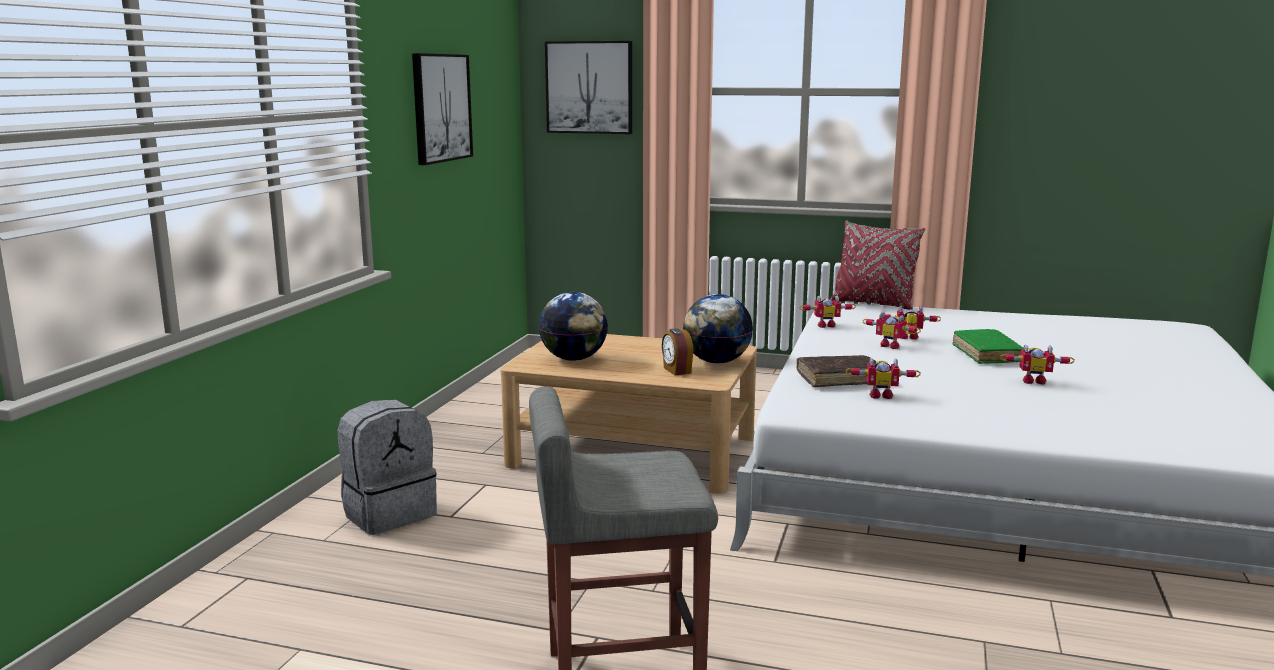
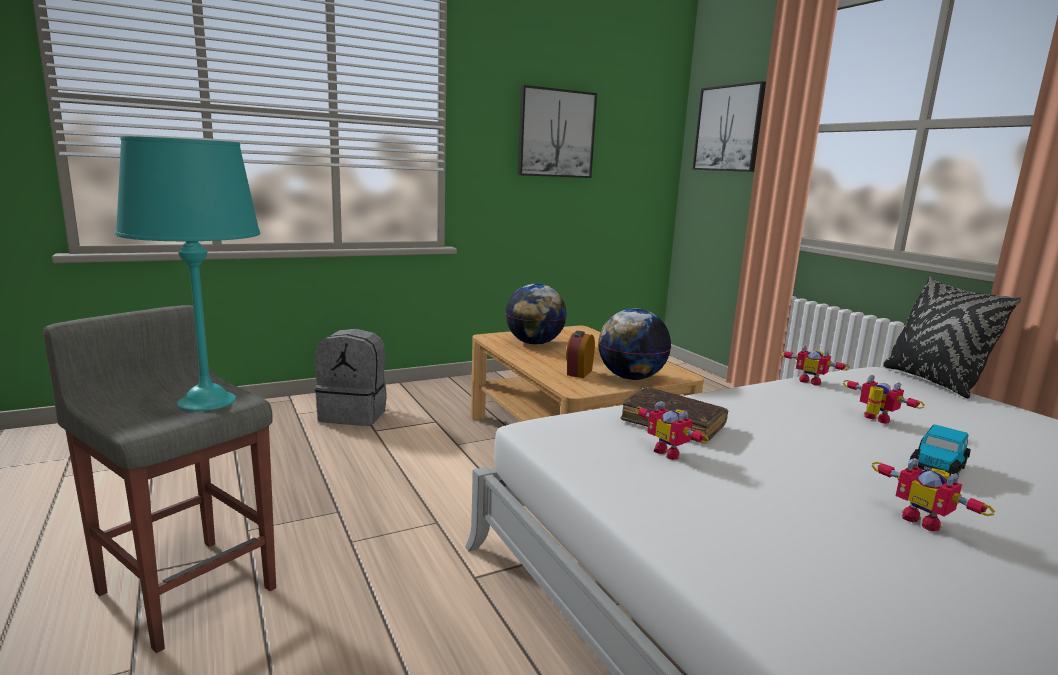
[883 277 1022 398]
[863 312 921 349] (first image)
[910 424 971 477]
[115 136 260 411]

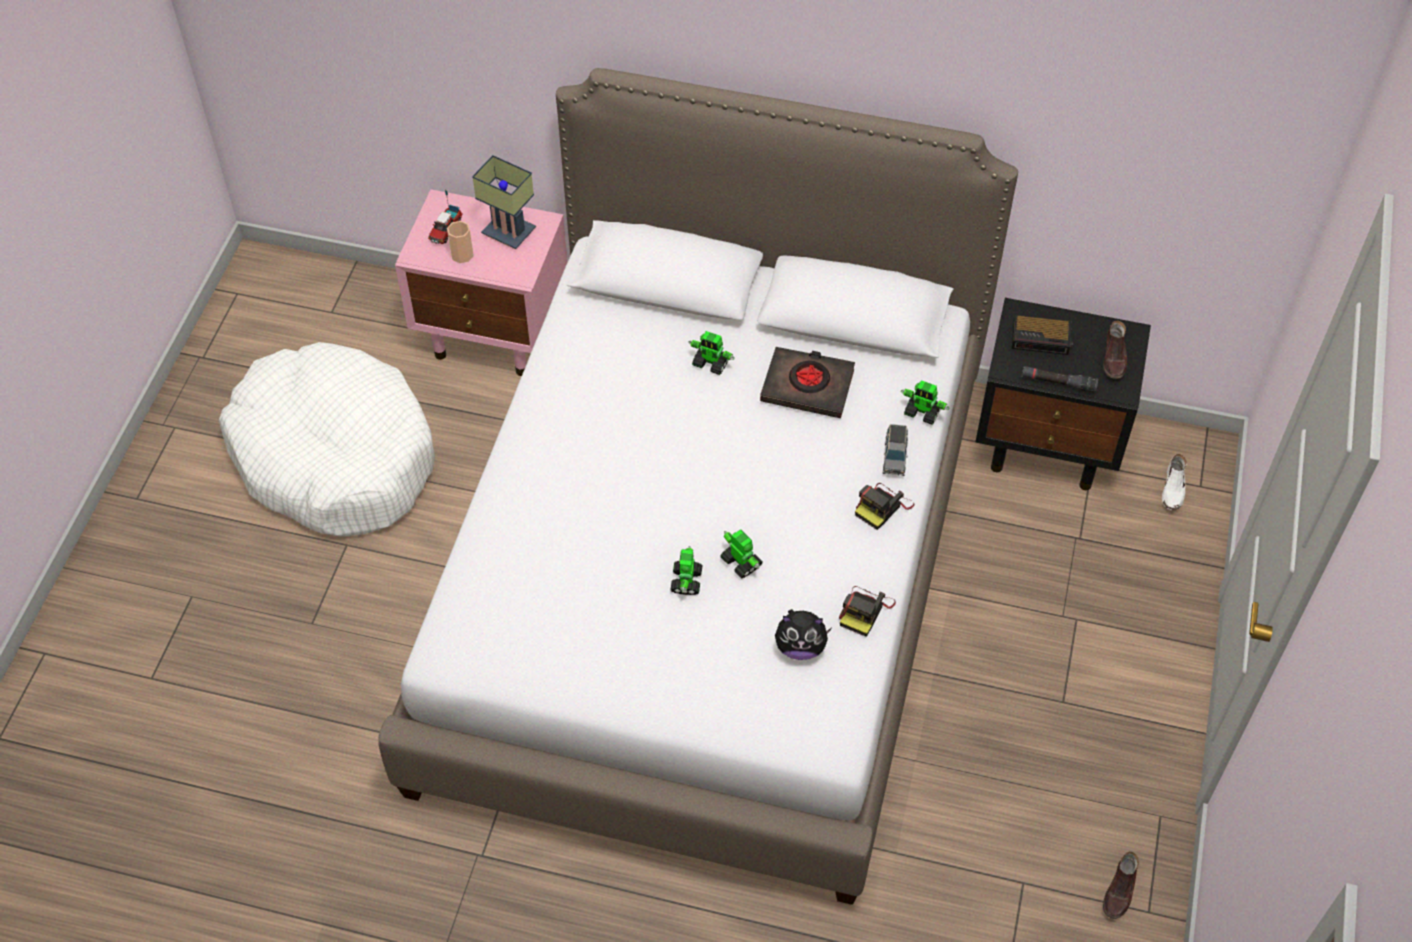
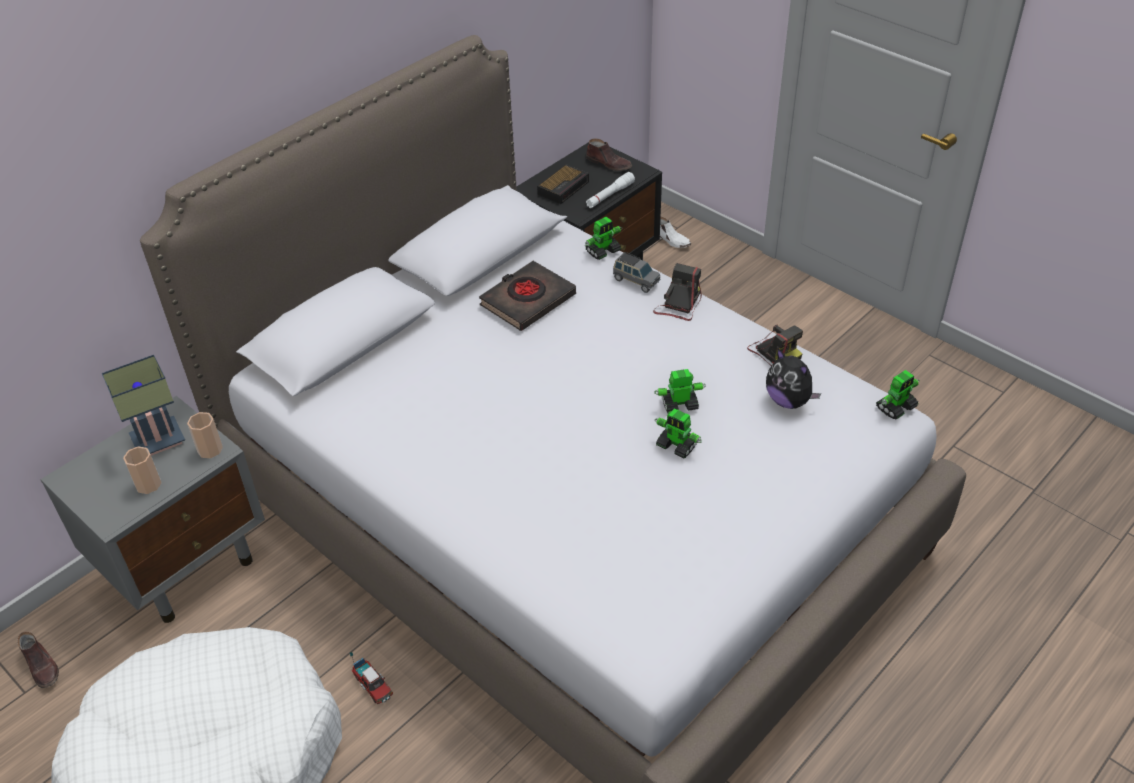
[40 396 265 623]
[350 652 393 704]
[876 370 920 419]
[766 349 821 409]
[653 263 702 321]
[586 172 635 208]
[17 632 59 688]
[187 412 223 458]

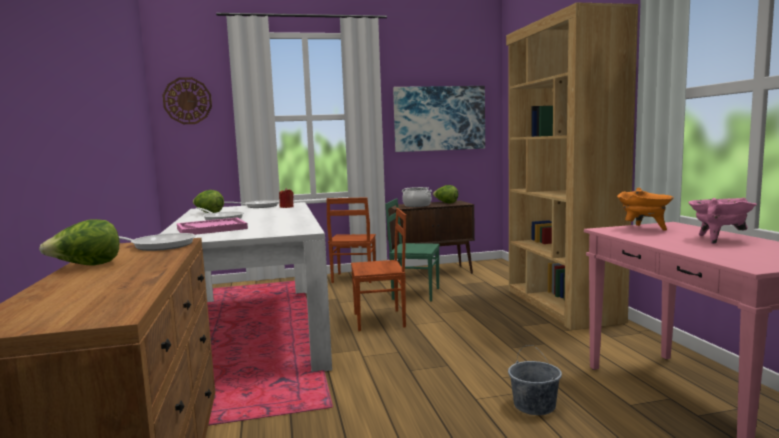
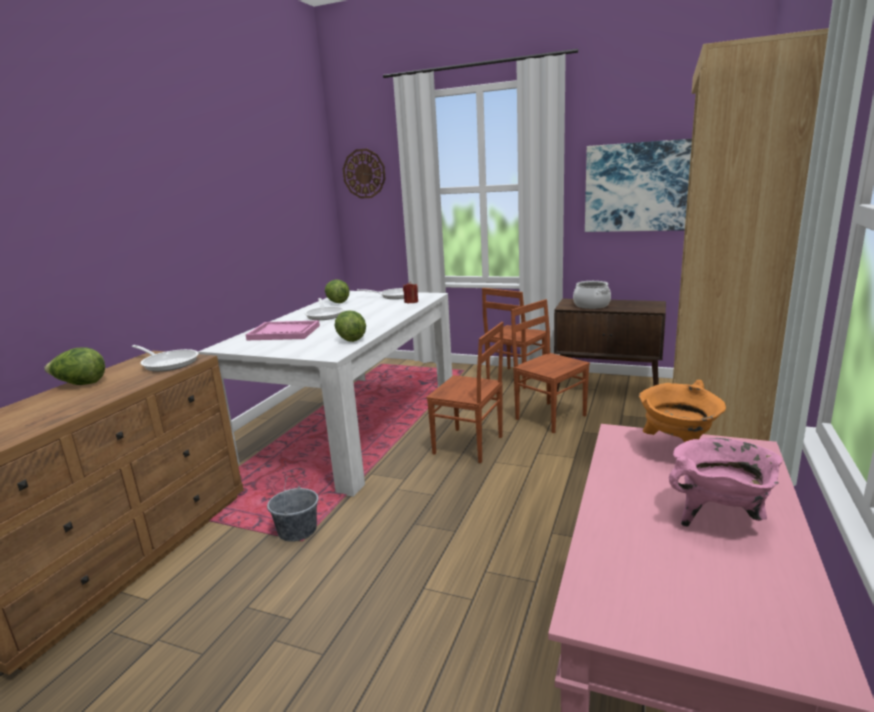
[511 299 590 433]
[335 310 366 342]
[267 476 319 542]

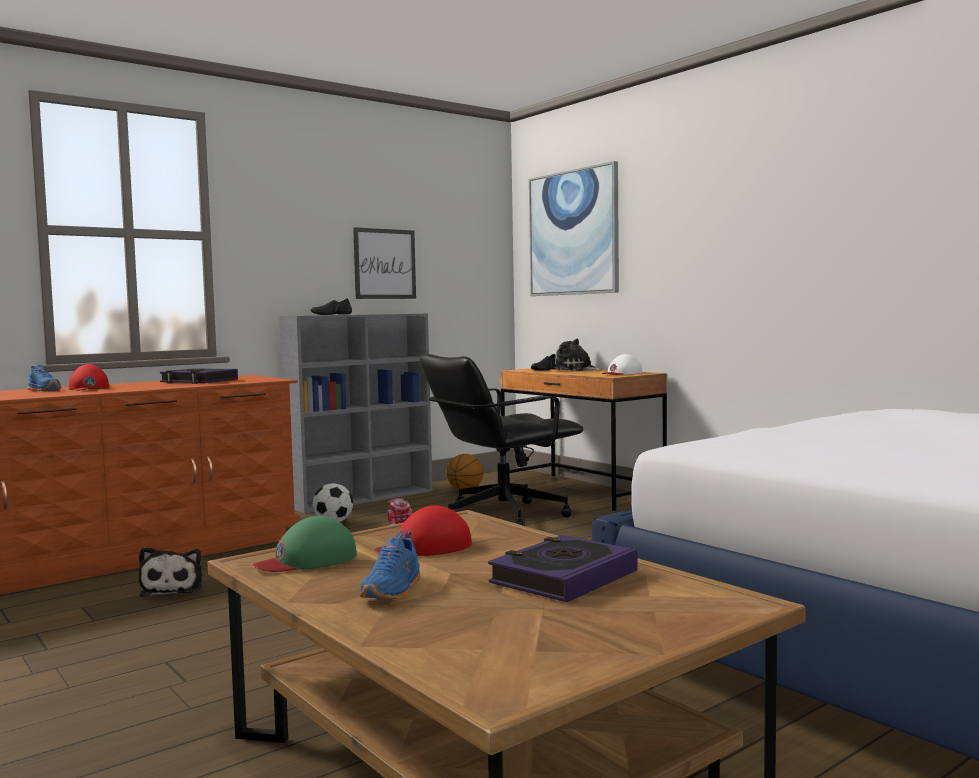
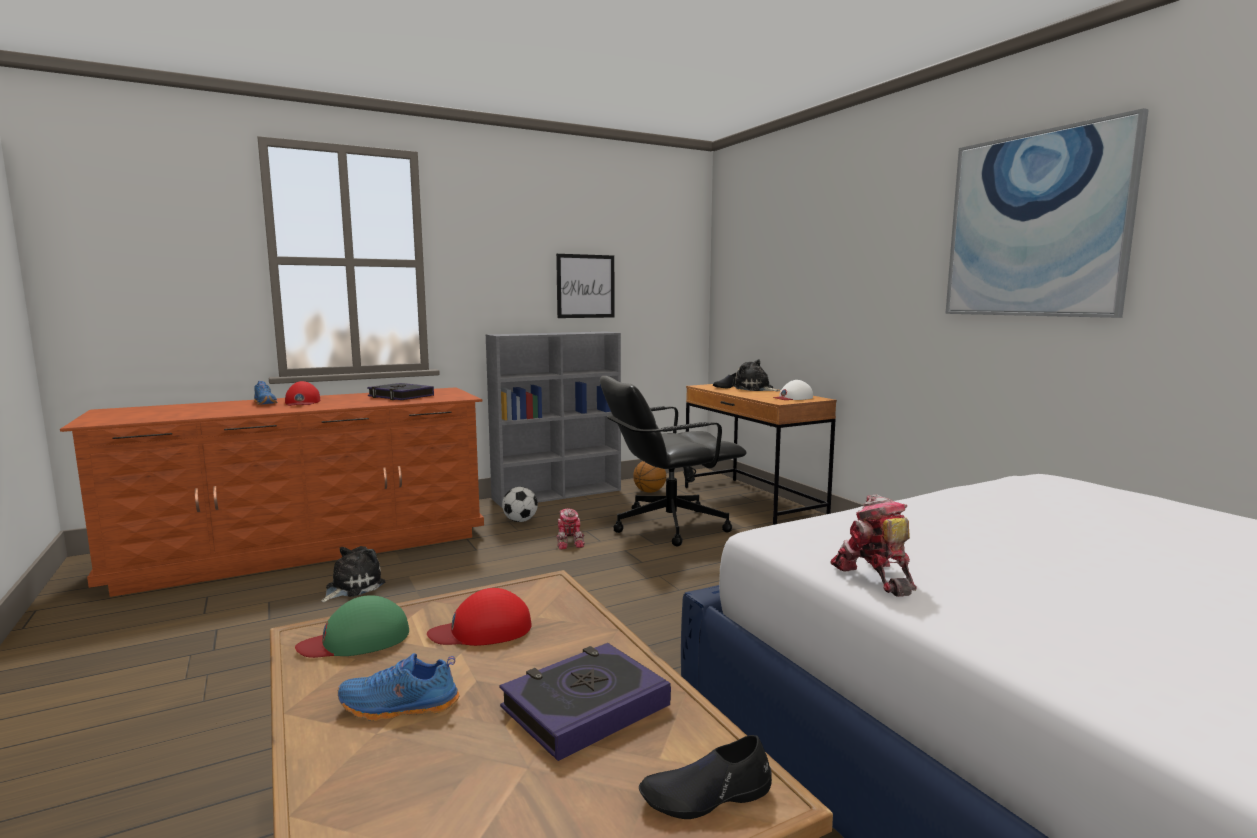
[321 546 385 602]
[639 735 772 819]
[338 653 460 721]
[945 108 1149 318]
[830 494 916 597]

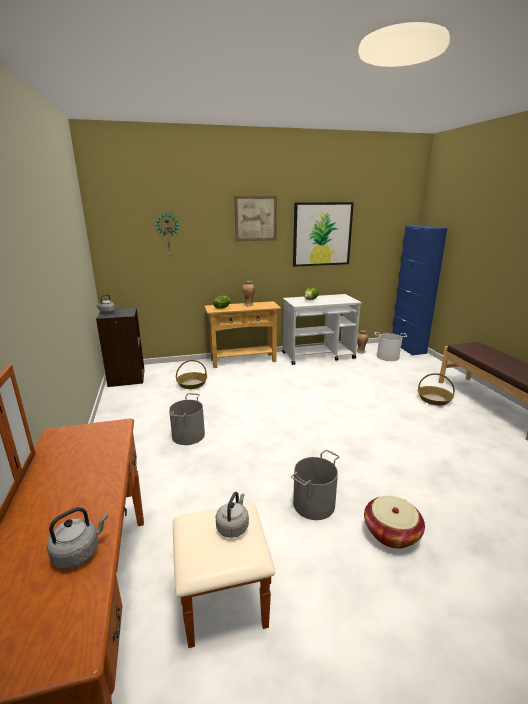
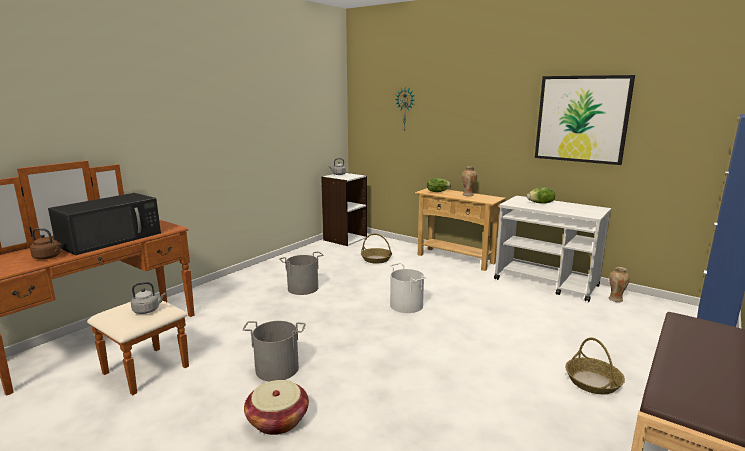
[30 228 62 259]
[321 173 367 246]
[234 196 277 241] (first image)
[390 263 426 313]
[48 193 161 255]

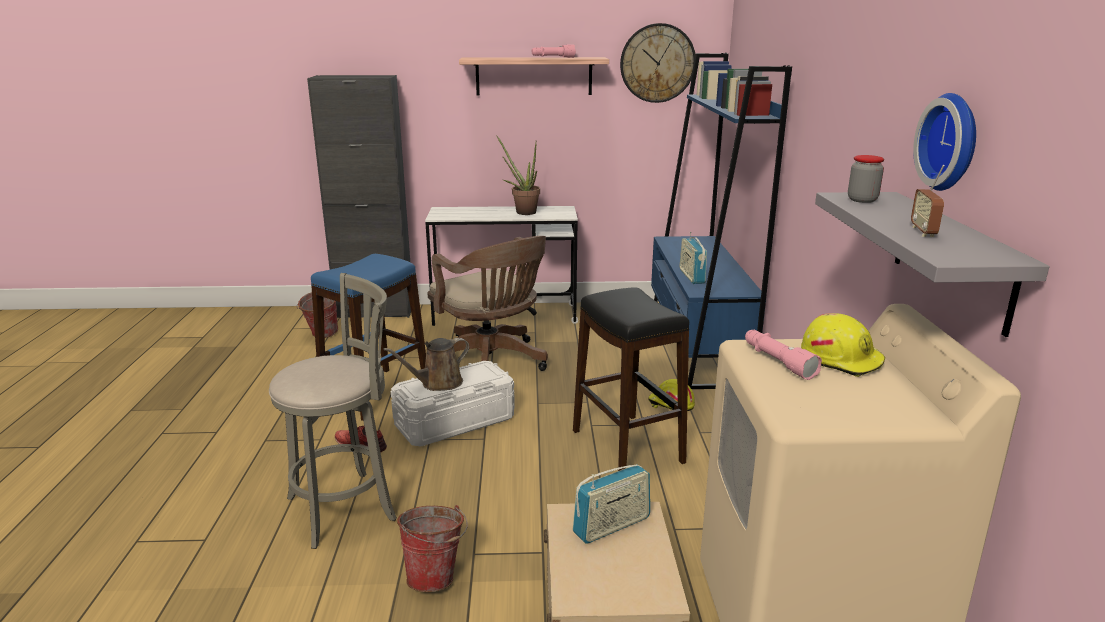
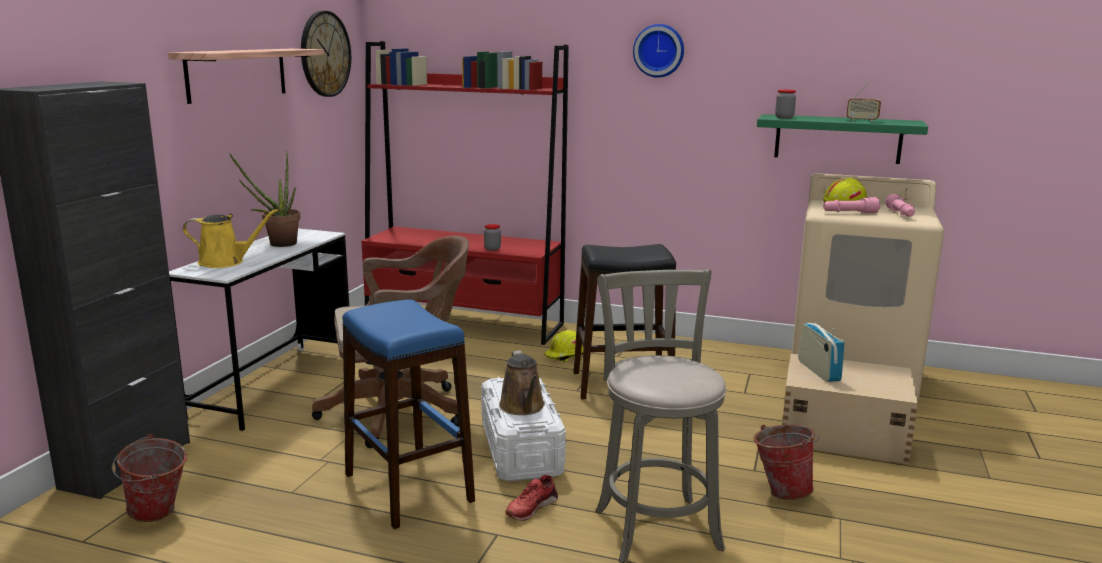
[885 194 915 217]
[361 41 569 345]
[484 224 501 251]
[757 114 928 164]
[633 24 684 78]
[183 209 278 268]

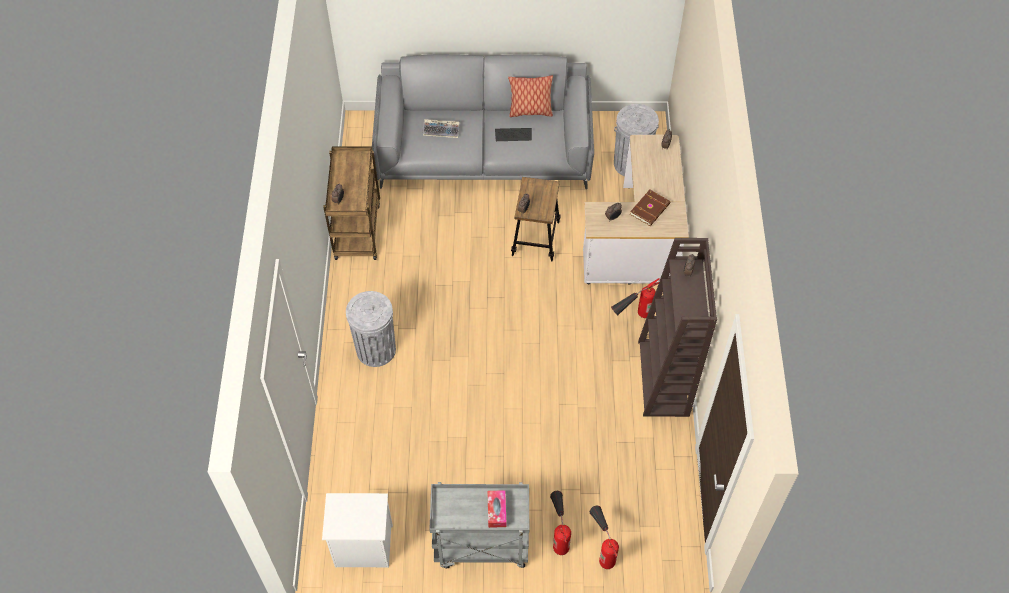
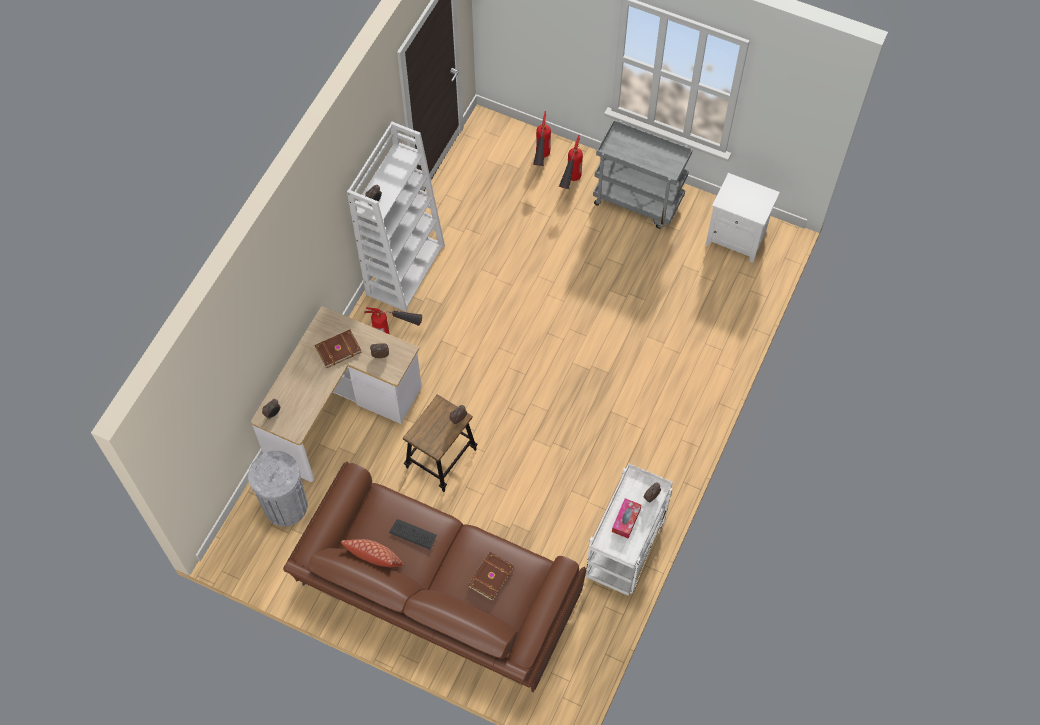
[586 463 673 596]
[346 291 396 367] (first image)
[283 462 586 693]
[468 552 514 601]
[612 498 641 539]
[347 121 445 312]

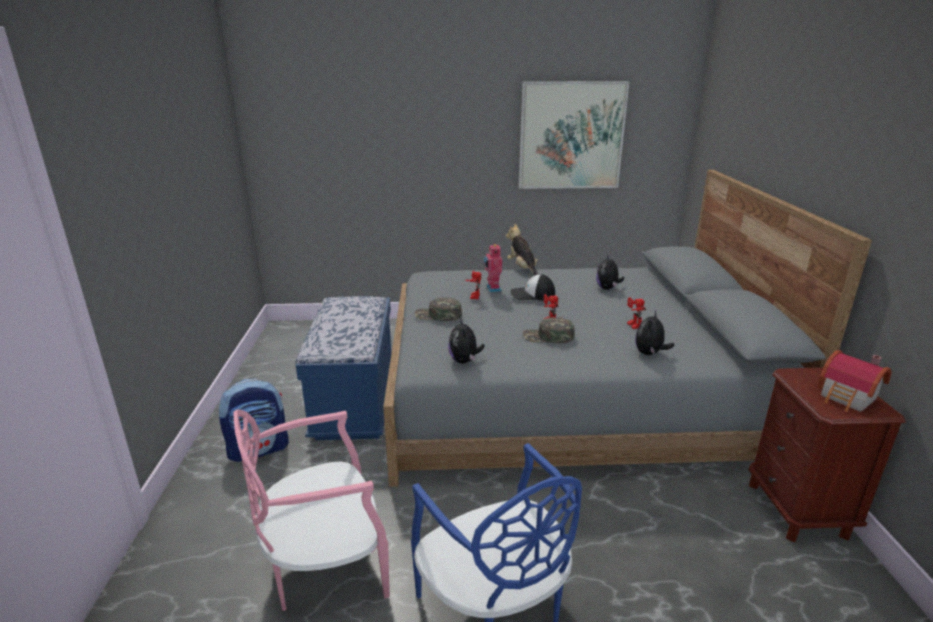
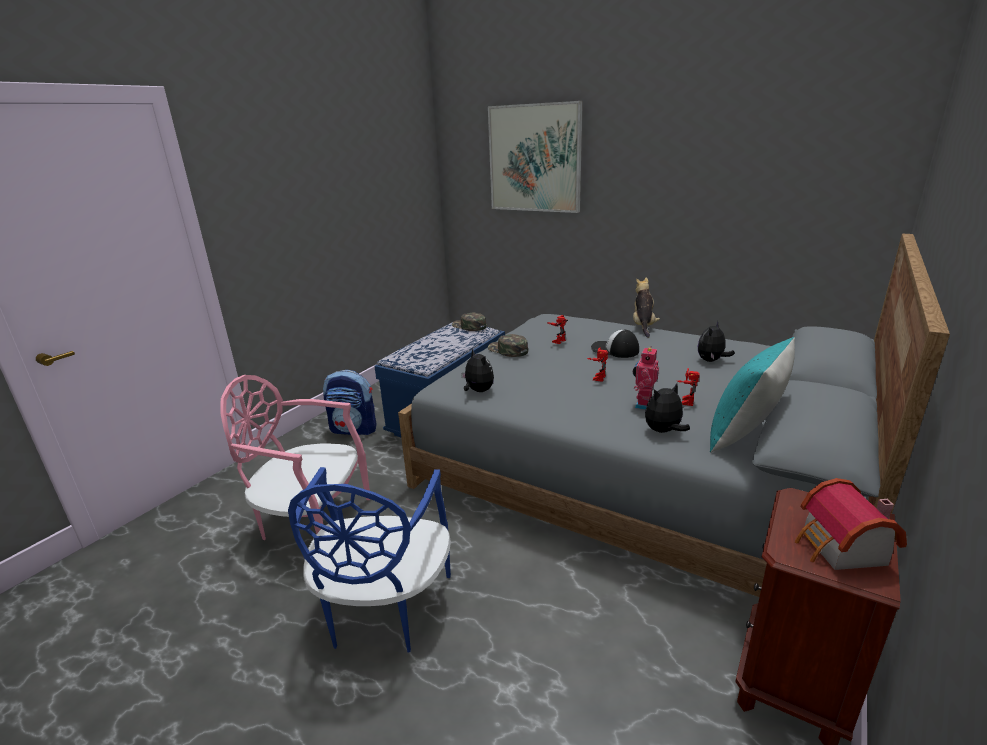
[461 348 494 392]
[633 346 659 410]
[488 101 583 213]
[452 313 486 331]
[710 337 795 453]

